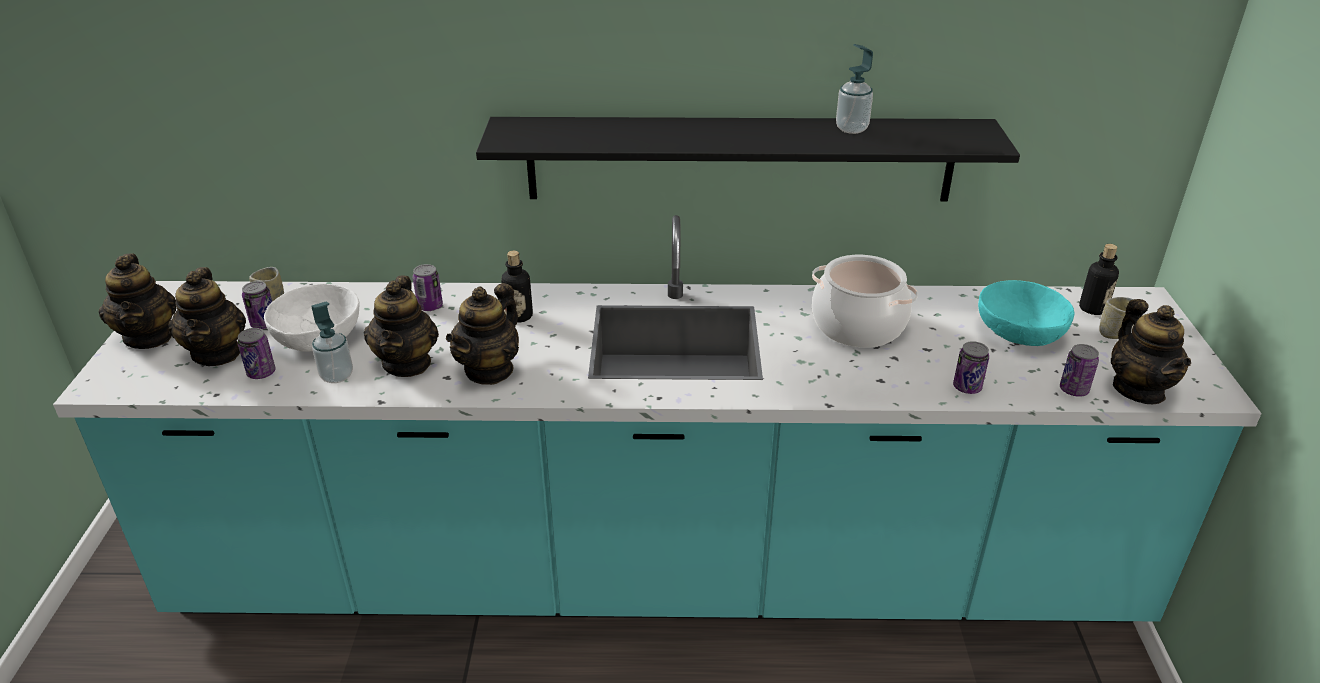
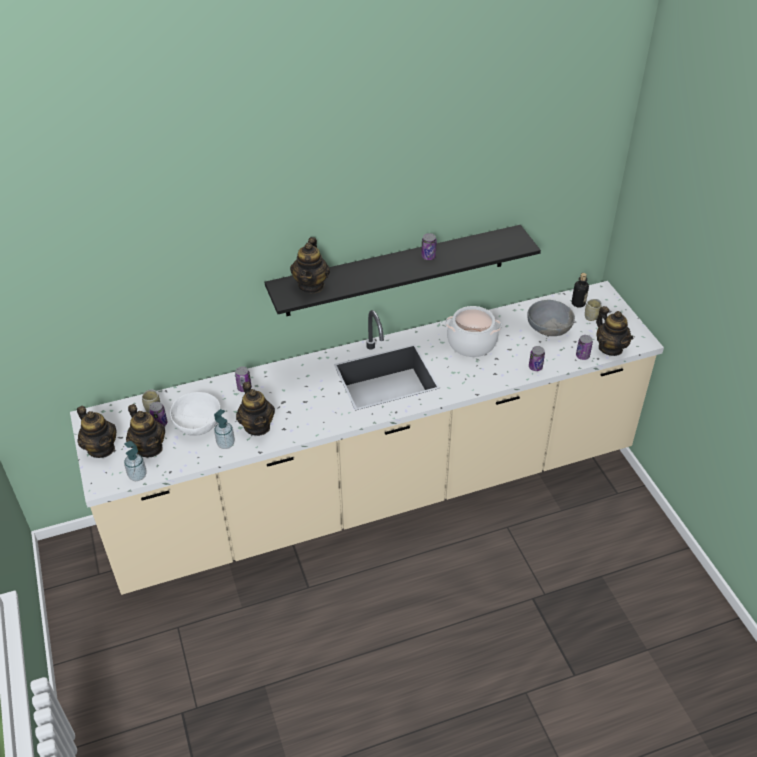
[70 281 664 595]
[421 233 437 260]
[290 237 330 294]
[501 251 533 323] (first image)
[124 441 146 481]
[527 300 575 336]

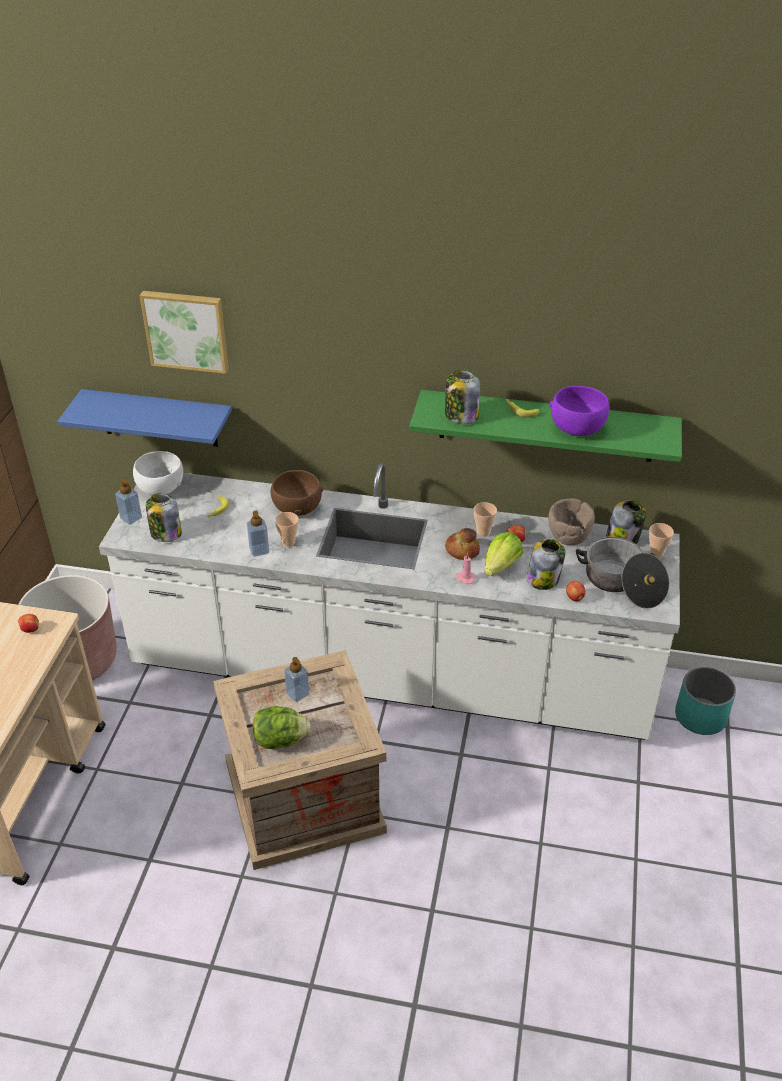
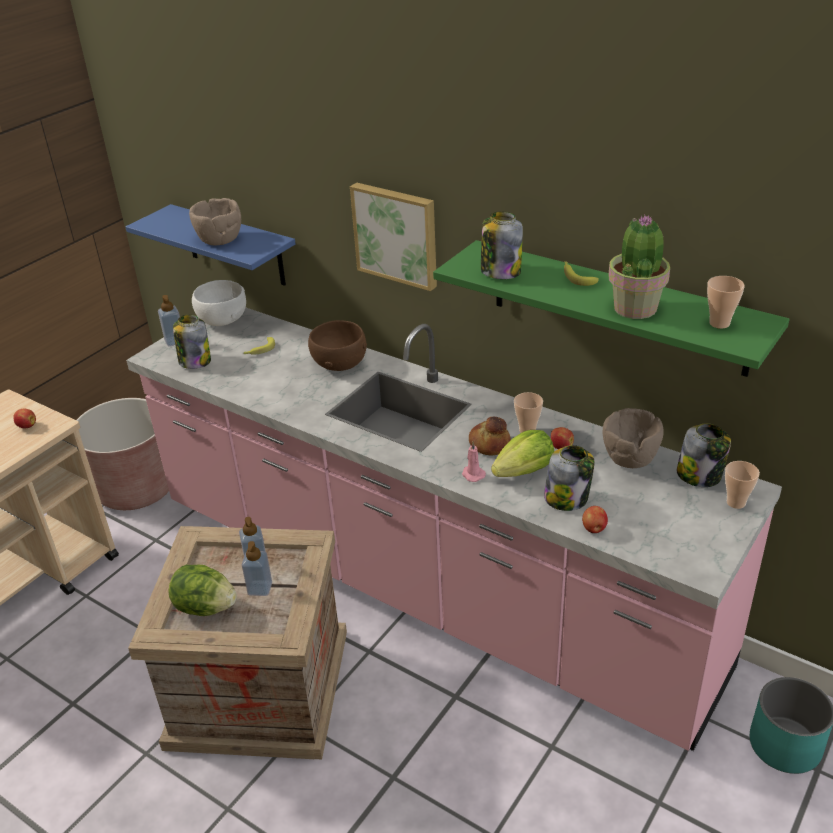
[126 307 782 751]
[350 183 437 291]
[242 541 272 596]
[707 276 745 329]
[608 215 670 319]
[576 537 669 609] (first image)
[189 198 241 246]

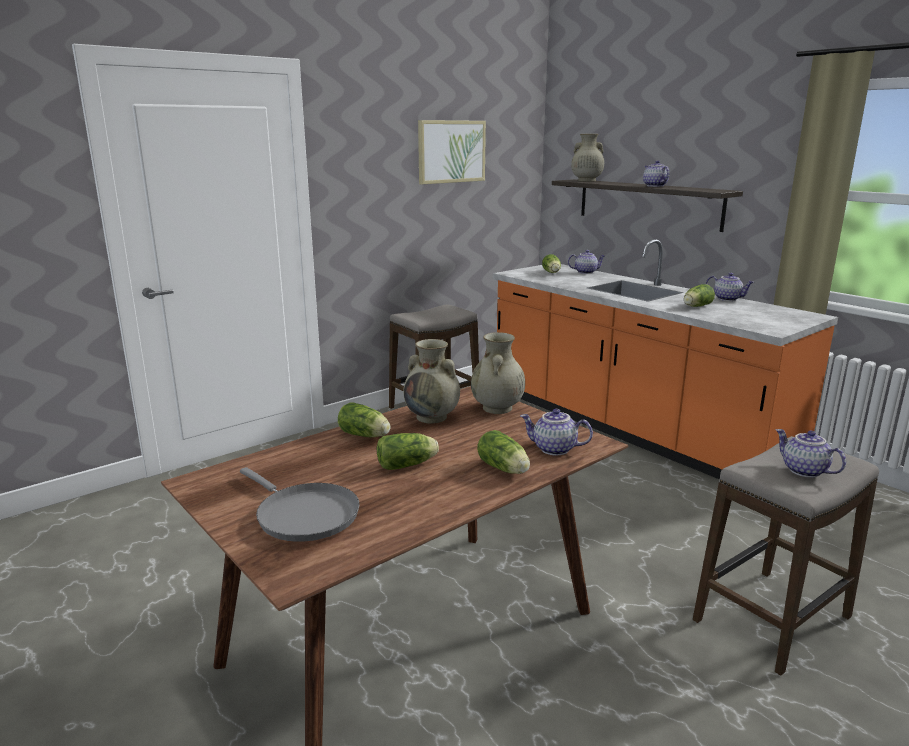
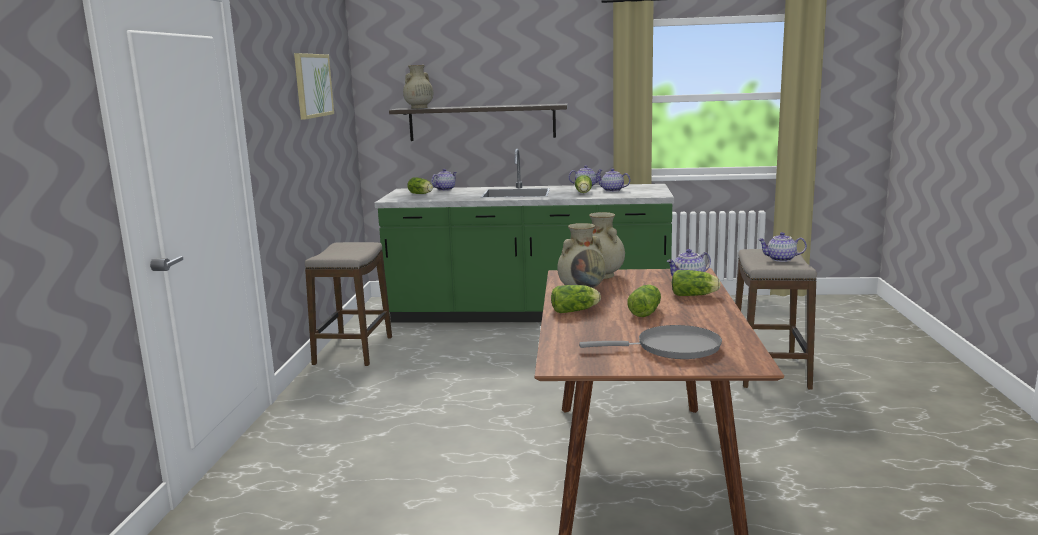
[375 149 674 323]
[596 169 631 192]

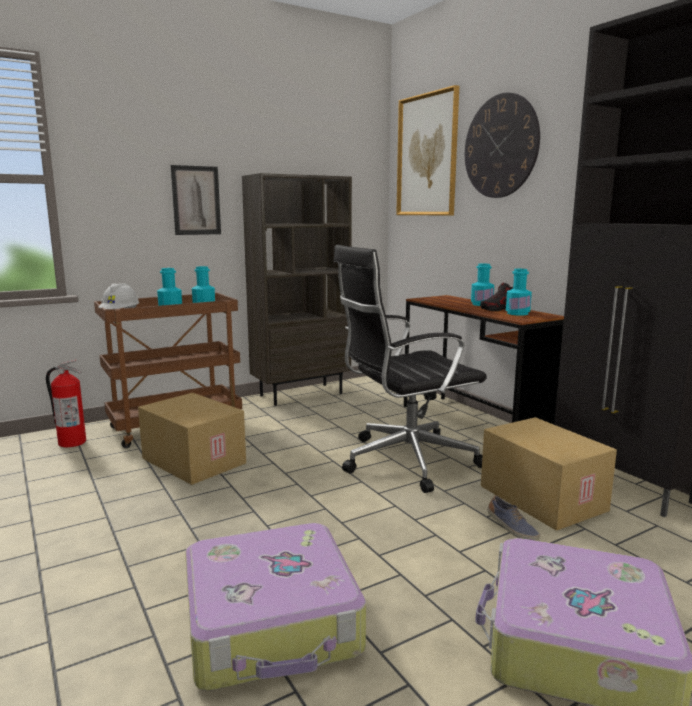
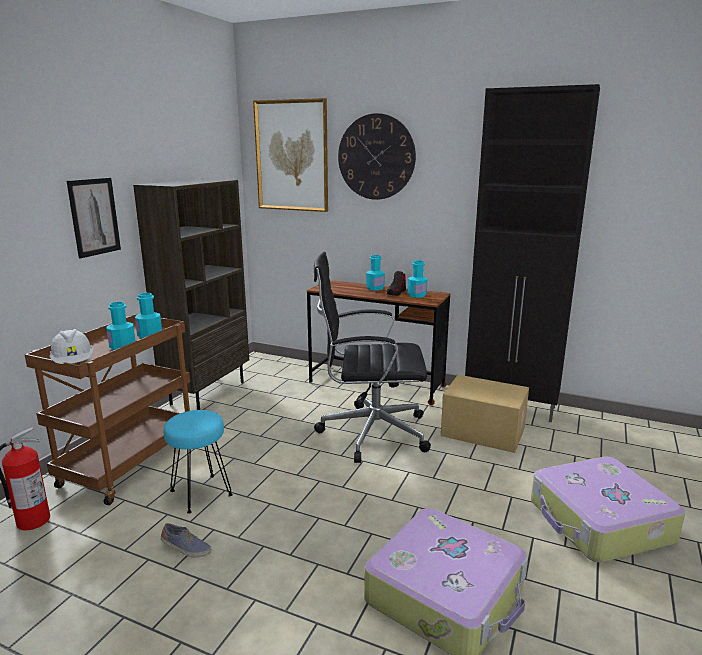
[164 410 233 513]
[314 252 431 463]
[161 523 212 557]

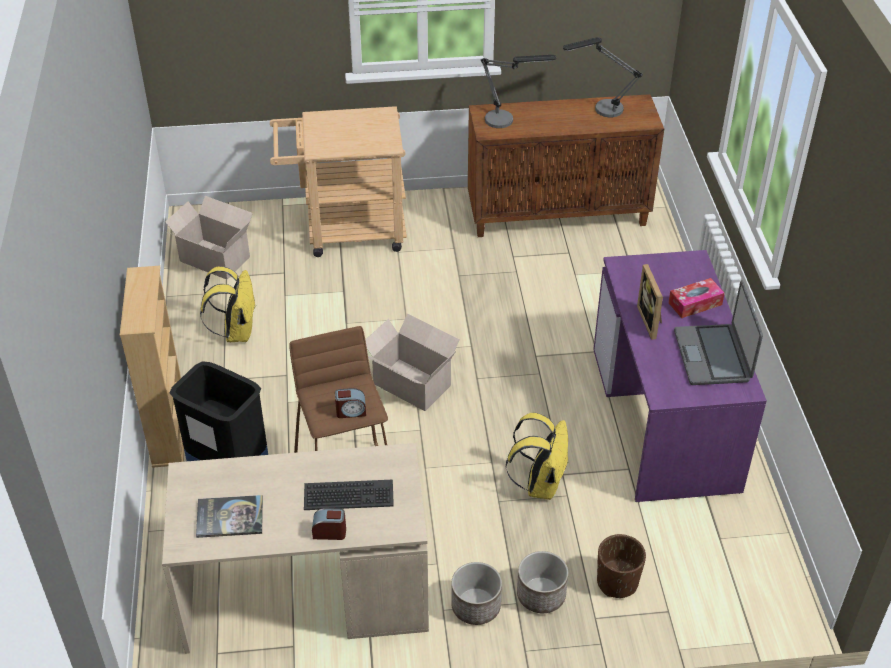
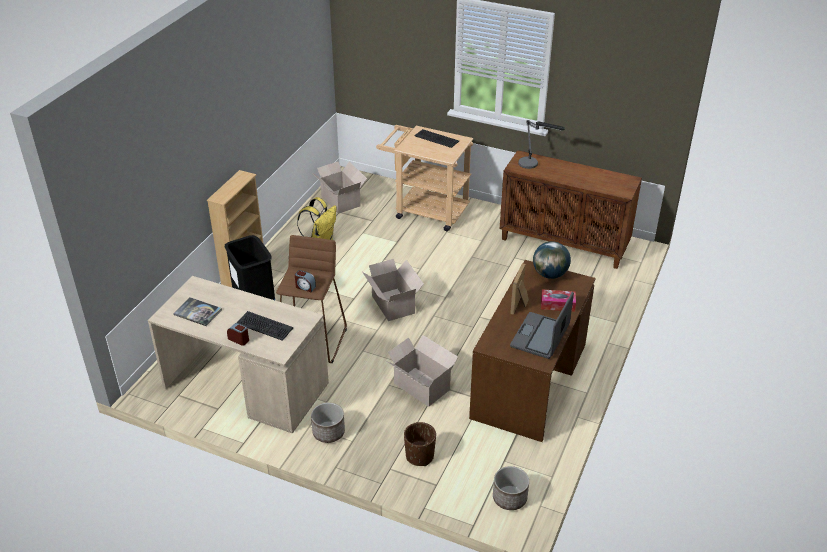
[386 335 458 407]
[493 466 529 510]
[563 37 643 117] (first image)
[469 260 596 442]
[415 129 459 148]
[533 241 571 279]

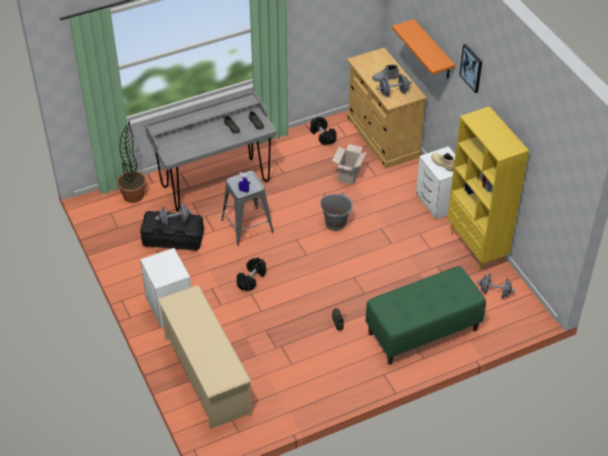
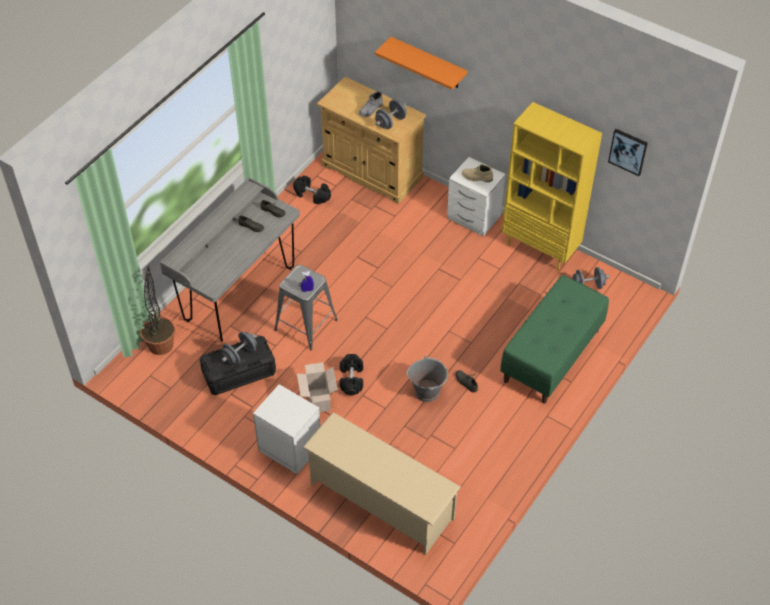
[406 356 448 402]
[297 362 338 412]
[608 129 648 176]

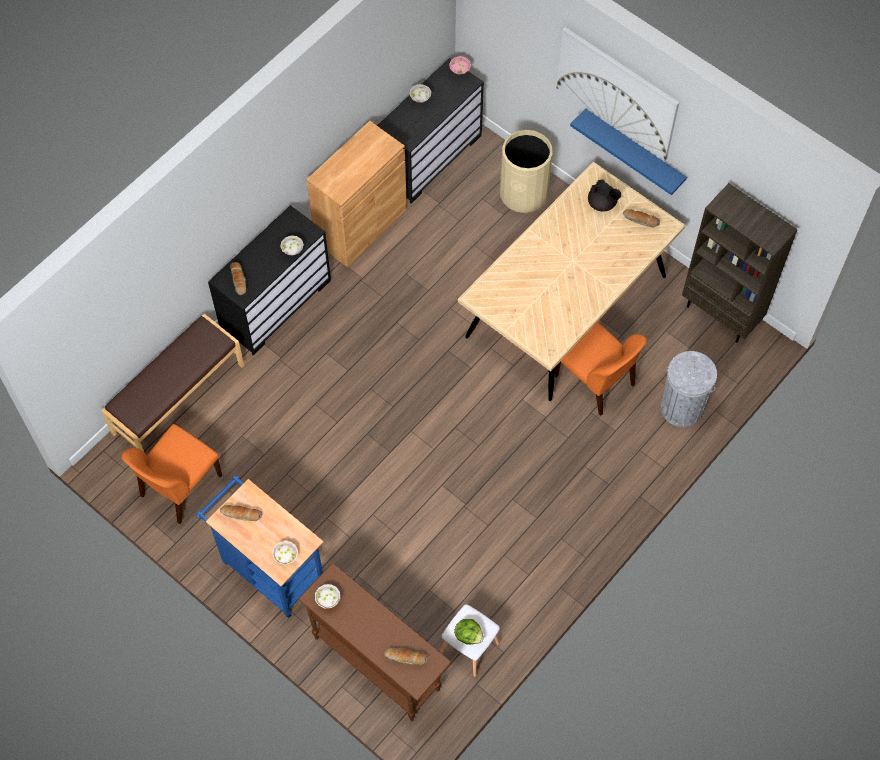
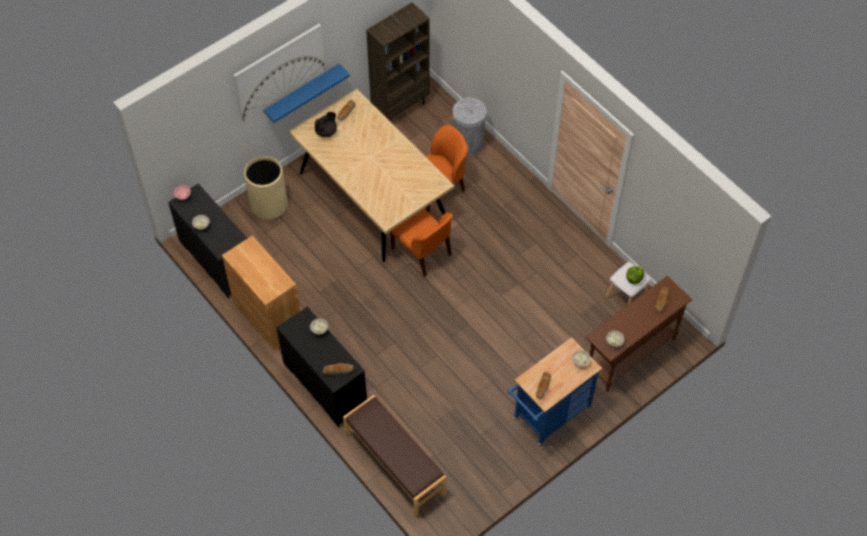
[390 209 453 277]

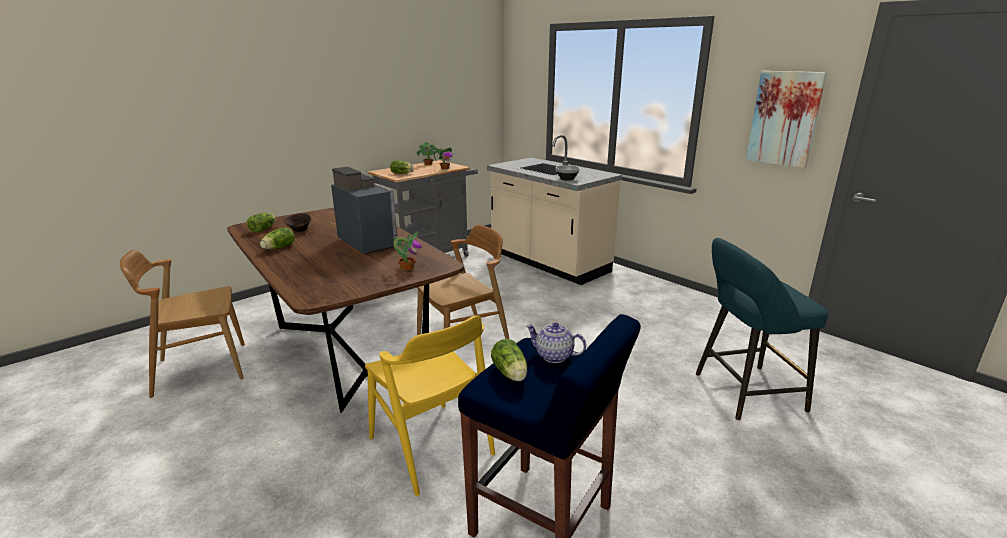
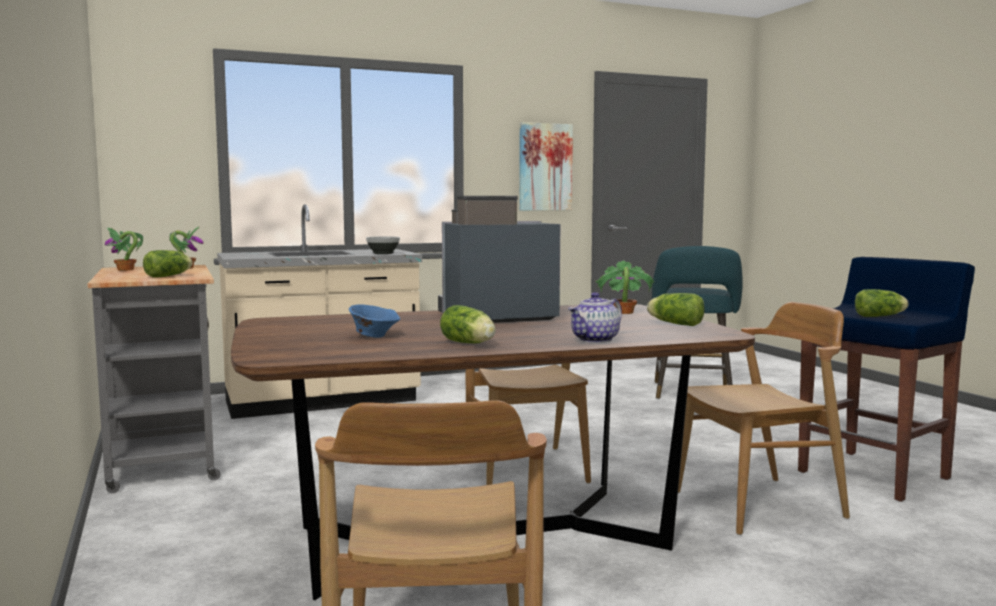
[647 293 705 326]
[349 304 400 338]
[678 302 850 535]
[568 292 622 343]

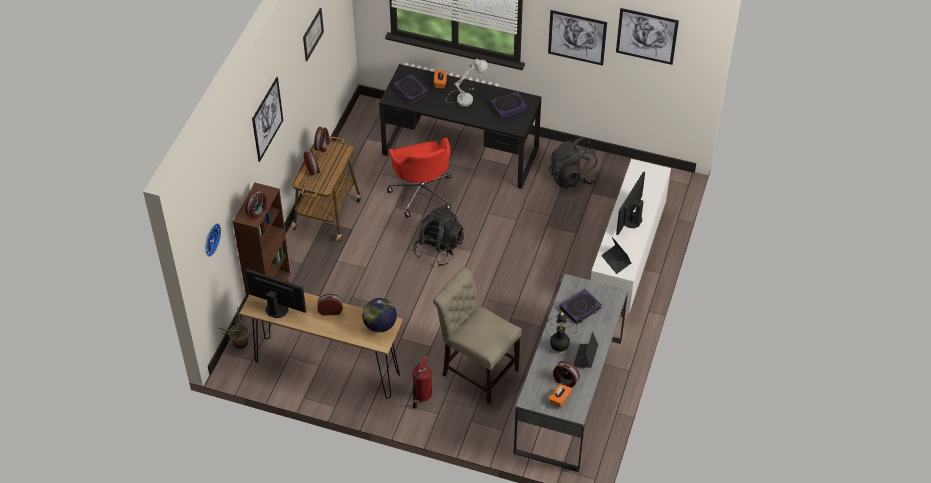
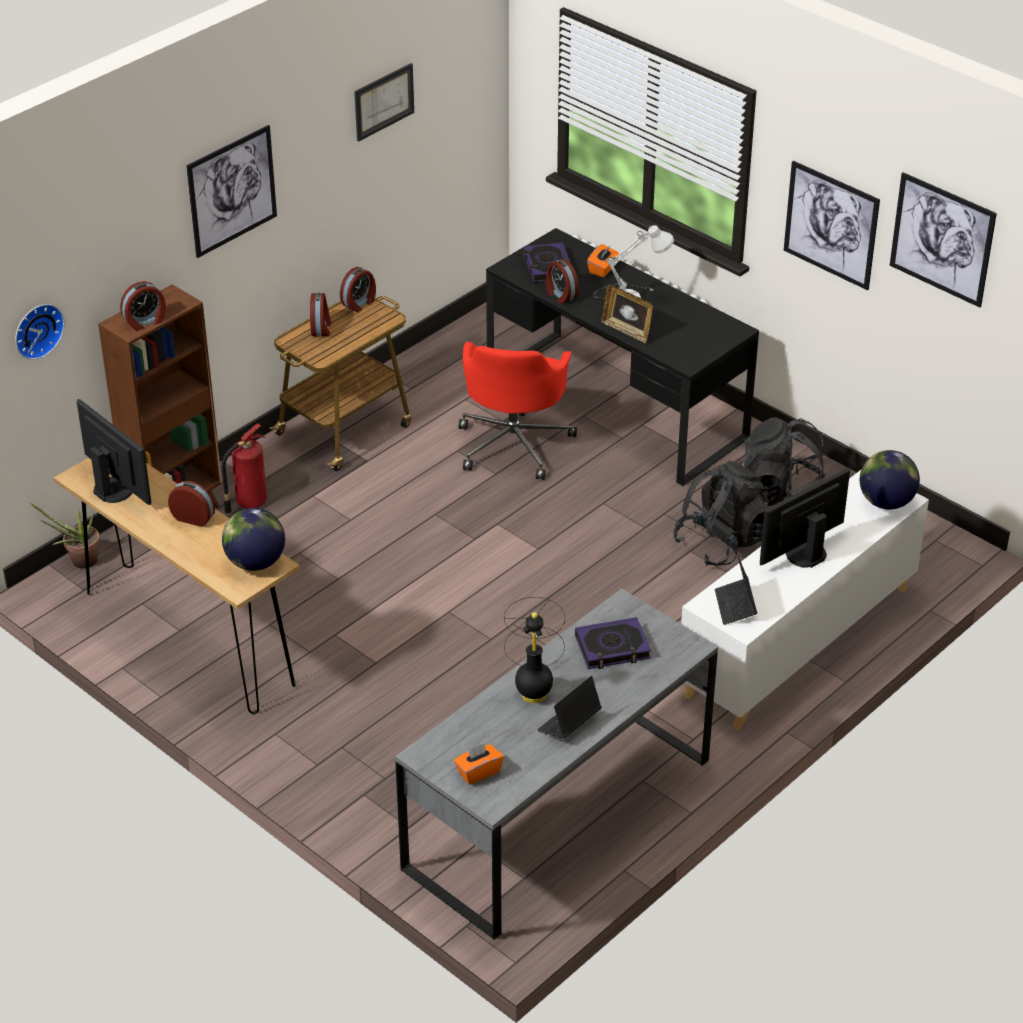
[673 461 769 566]
[221 424 267 514]
[433 268 522 404] (first image)
[490 92 527 119] (first image)
[546 259 579 304]
[601 285 653 344]
[860 450 920 510]

